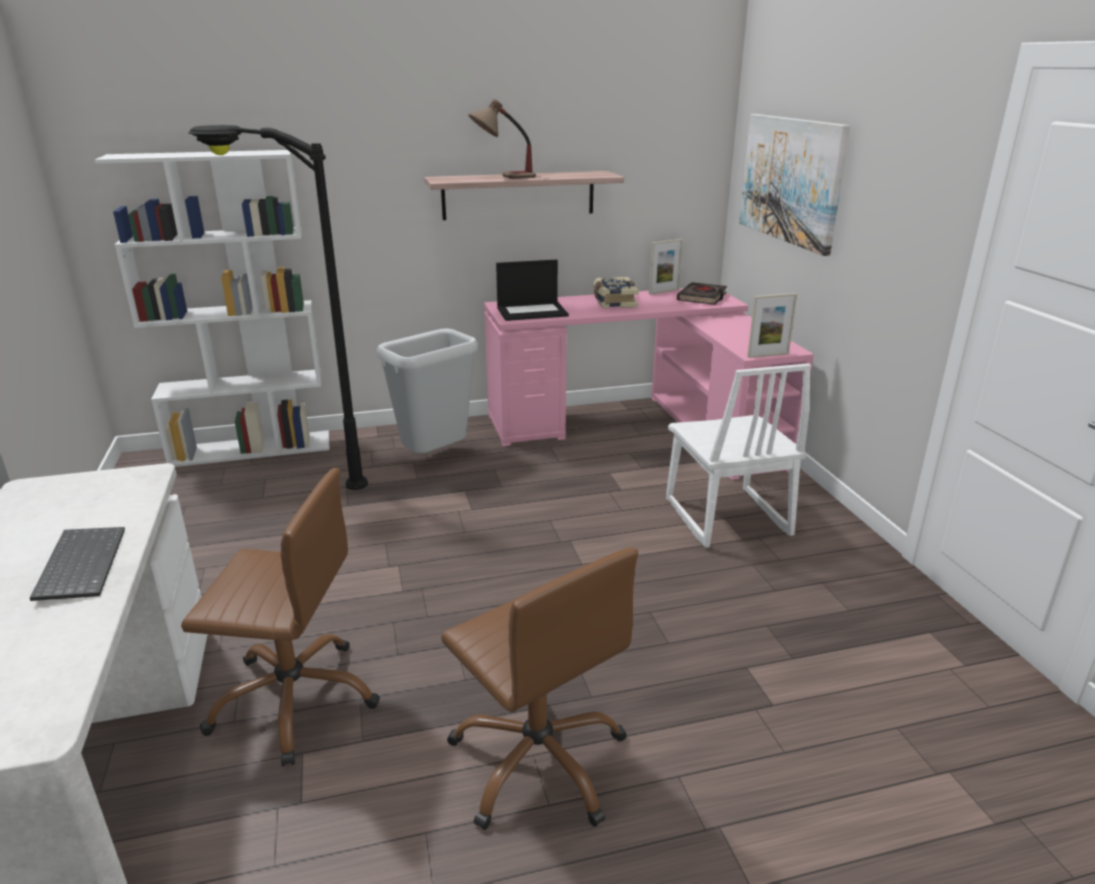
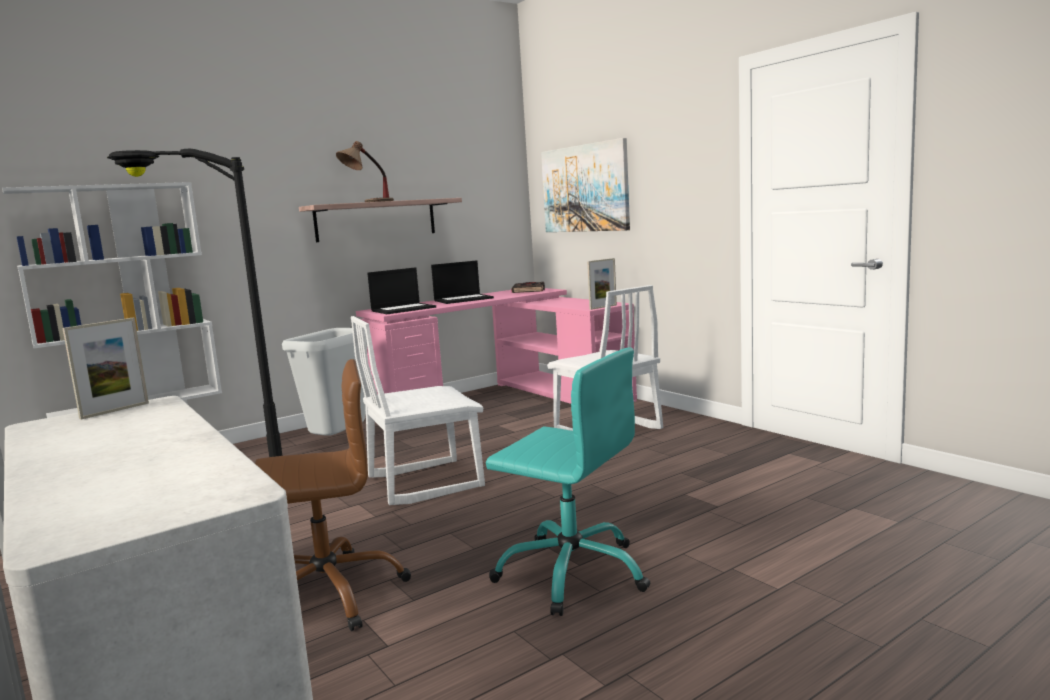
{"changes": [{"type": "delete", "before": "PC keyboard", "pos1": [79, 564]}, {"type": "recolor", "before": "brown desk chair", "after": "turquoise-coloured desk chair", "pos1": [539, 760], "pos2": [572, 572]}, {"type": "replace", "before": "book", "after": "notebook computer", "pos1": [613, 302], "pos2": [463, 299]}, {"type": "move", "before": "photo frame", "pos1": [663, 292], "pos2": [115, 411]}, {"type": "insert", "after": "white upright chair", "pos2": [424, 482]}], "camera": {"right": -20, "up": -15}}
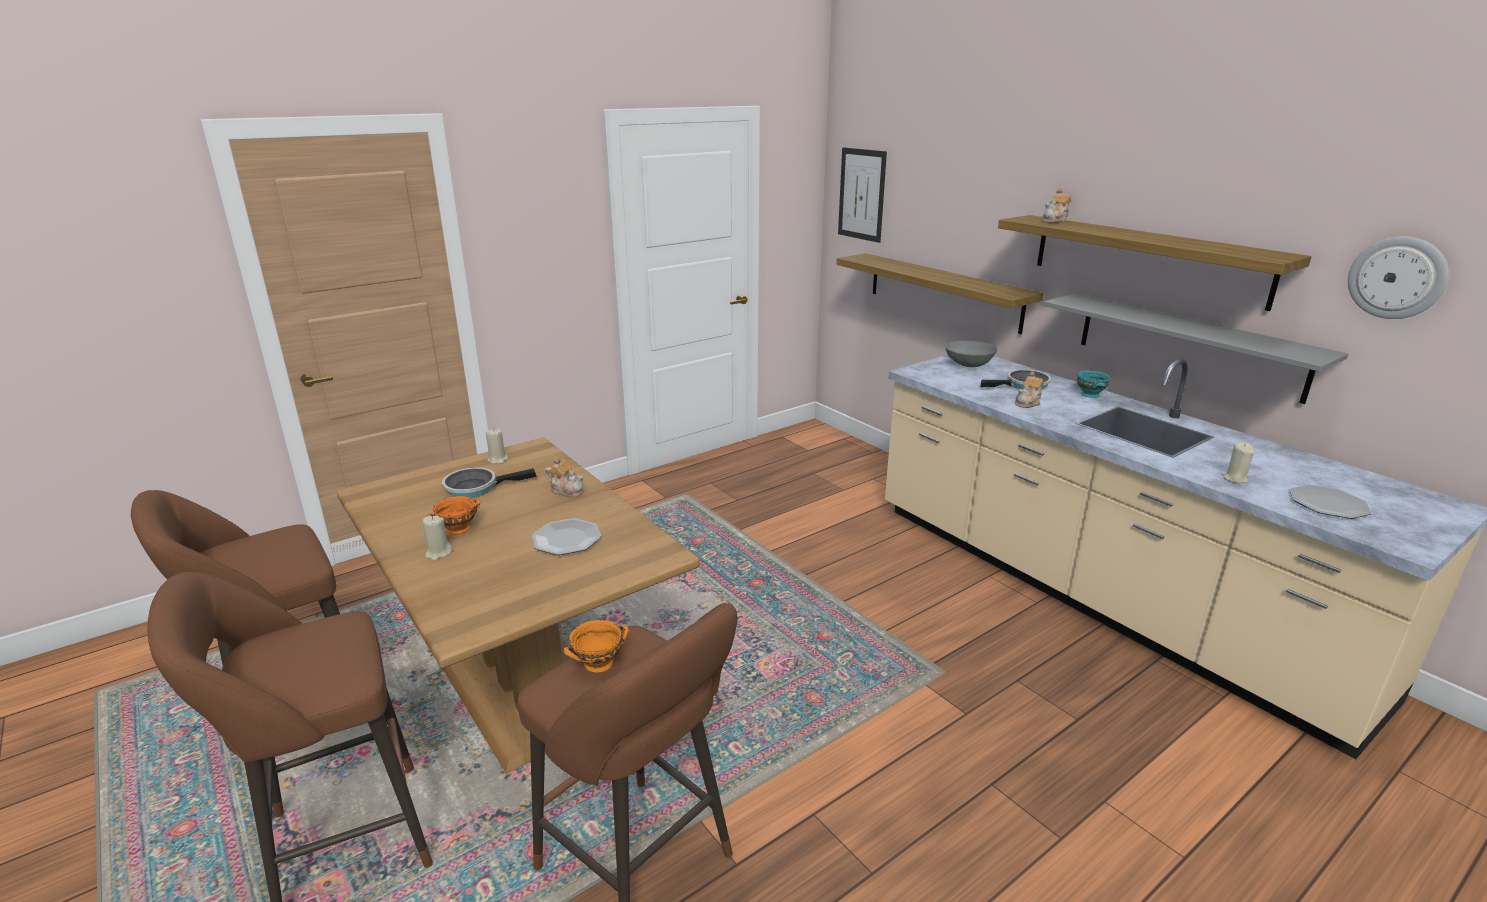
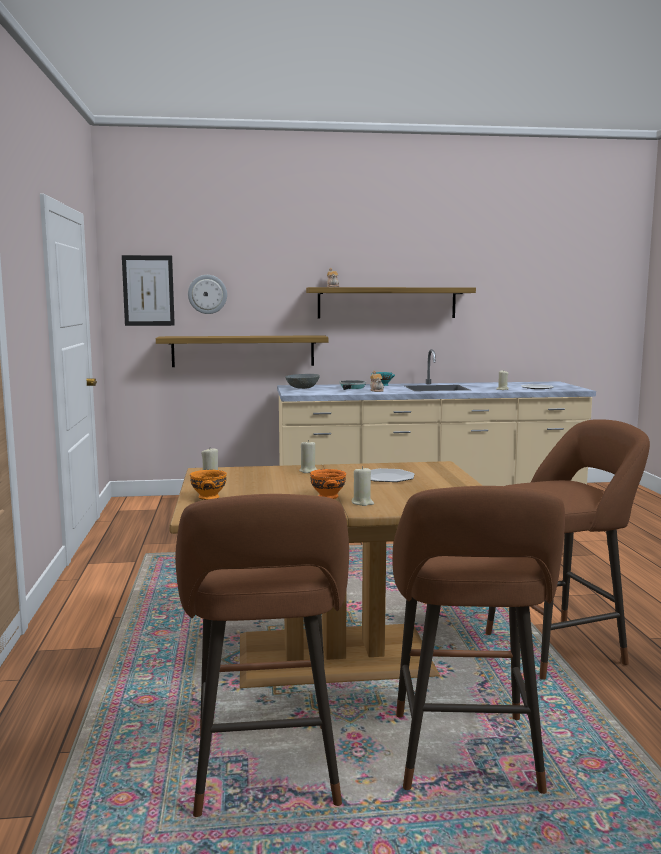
{"changes": [{"type": "delete", "before": "pan", "pos1": [476, 488]}, {"type": "replace", "before": "tea pot", "after": "beige-coloured candle", "pos1": [567, 490], "pos2": [308, 471]}, {"type": "move", "before": "orange deep dish", "pos1": [599, 663], "pos2": [209, 497]}, {"type": "delete", "before": "grey bracket shelf", "pos1": [1188, 345]}, {"type": "move", "before": "hanging clock", "pos1": [1397, 277], "pos2": [207, 294]}], "camera": {"right": -60, "up": -15}}
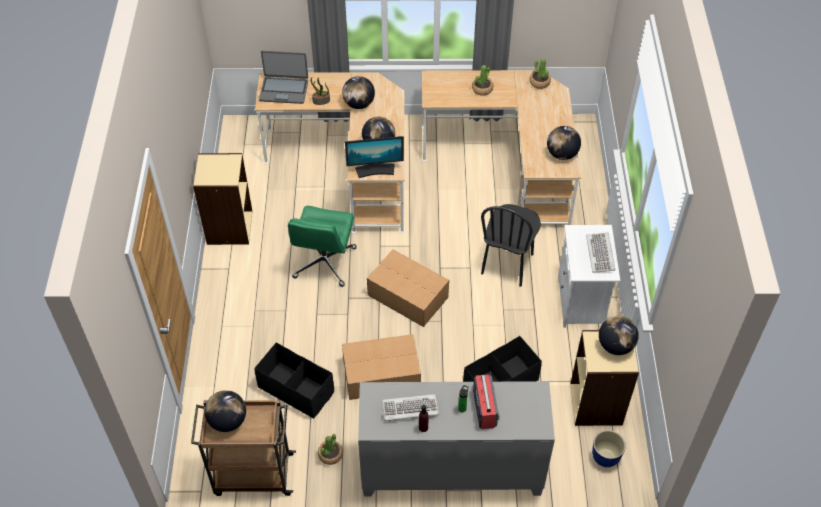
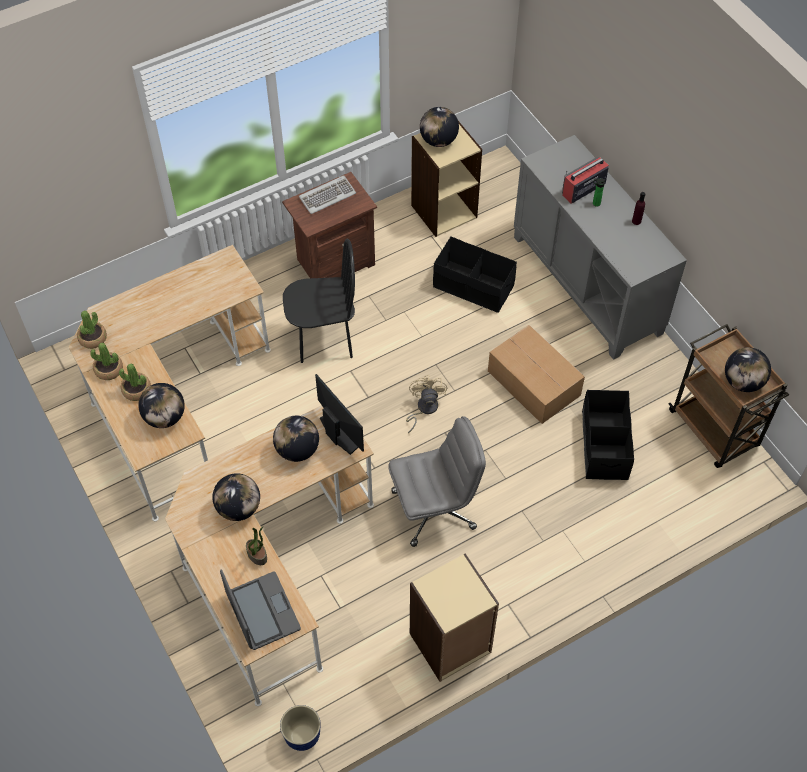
{"changes": [{"type": "recolor", "before": "green desk chair", "after": "grey desk chair", "pos1": [324, 263], "pos2": [434, 509]}, {"type": "move", "before": "potted plant", "pos1": [330, 454], "pos2": [109, 369]}, {"type": "replace", "before": "cardboard box", "after": "beige-coloured cooling fan", "pos1": [407, 295], "pos2": [424, 409]}, {"type": "delete", "before": "PC keyboard", "pos1": [410, 409]}, {"type": "move", "before": "world globe", "pos1": [562, 154], "pos2": [165, 417]}, {"type": "recolor", "before": "white night table", "after": "brown night table", "pos1": [581, 302], "pos2": [334, 262]}, {"type": "move", "before": "plant pot", "pos1": [605, 458], "pos2": [303, 735]}], "camera": {"right": -120, "up": 5}}
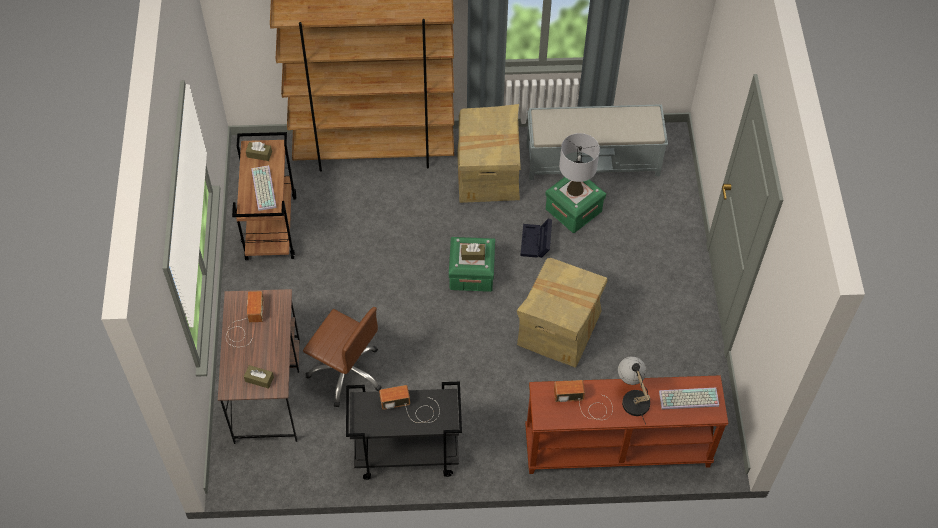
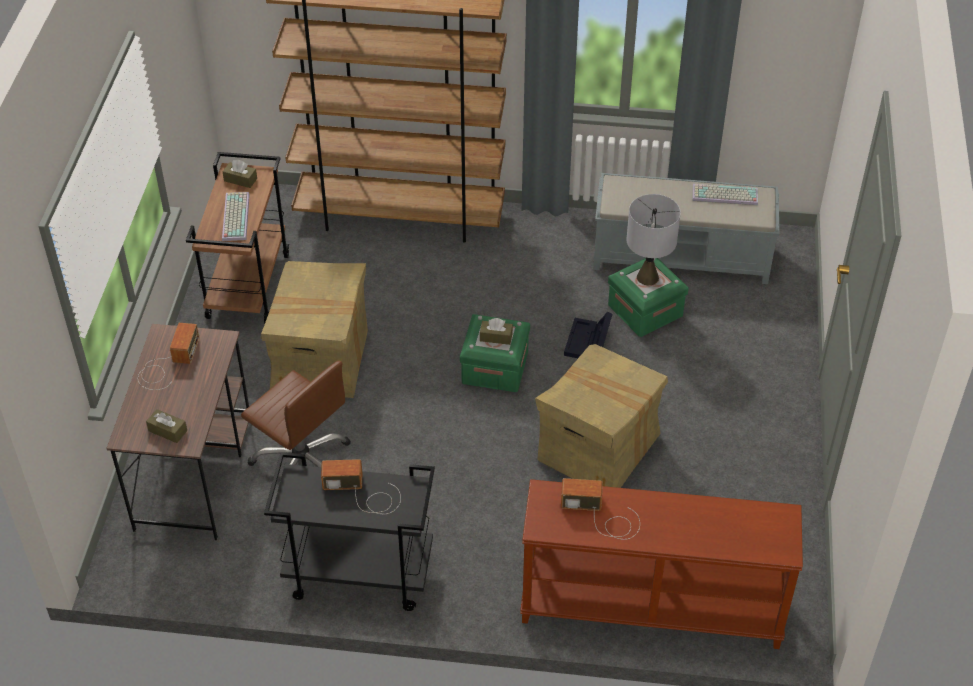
{"changes": [{"type": "move", "before": "cardboard box", "pos1": [488, 174], "pos2": [320, 360]}, {"type": "delete", "before": "lamp for a table", "pos1": [632, 396]}, {"type": "move", "before": "PC keyboard", "pos1": [688, 399], "pos2": [724, 196]}], "camera": {"right": 10, "up": -10}}
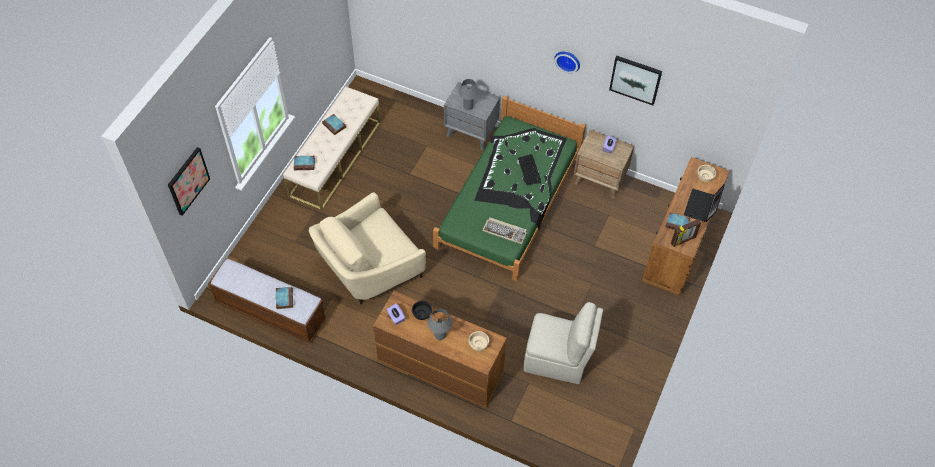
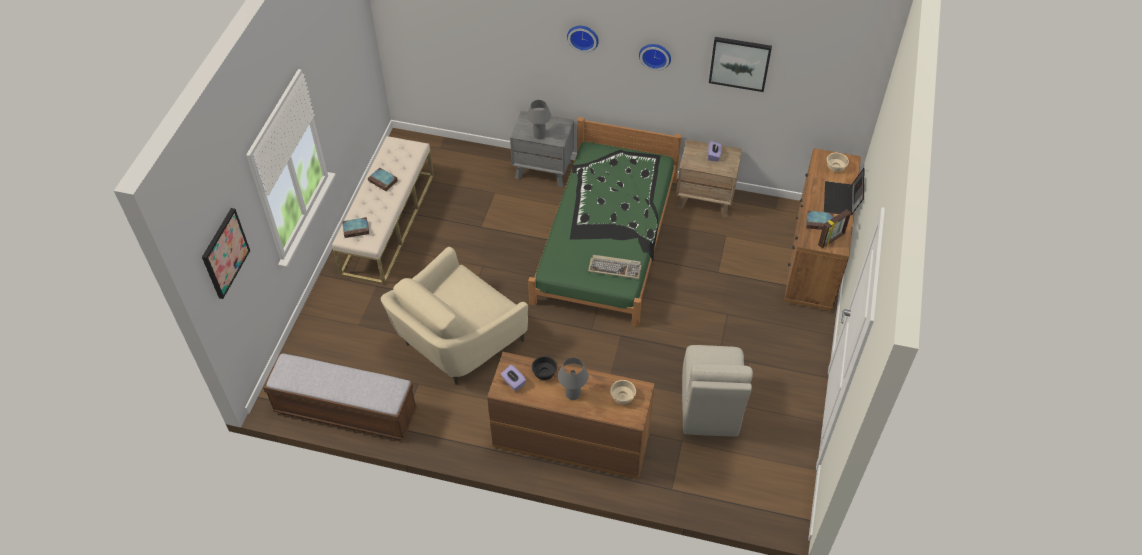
{"changes": [{"type": "delete", "before": "book", "pos1": [284, 298]}, {"type": "delete", "before": "PC keyboard", "pos1": [529, 170]}, {"type": "rotate", "before": "beige-coloured upright chair", "pos1": [557, 359], "pos2": [709, 407], "turn": 90}, {"type": "insert", "after": "hanging clock", "pos2": [583, 37]}], "camera": {"right": -10, "up": -5}}
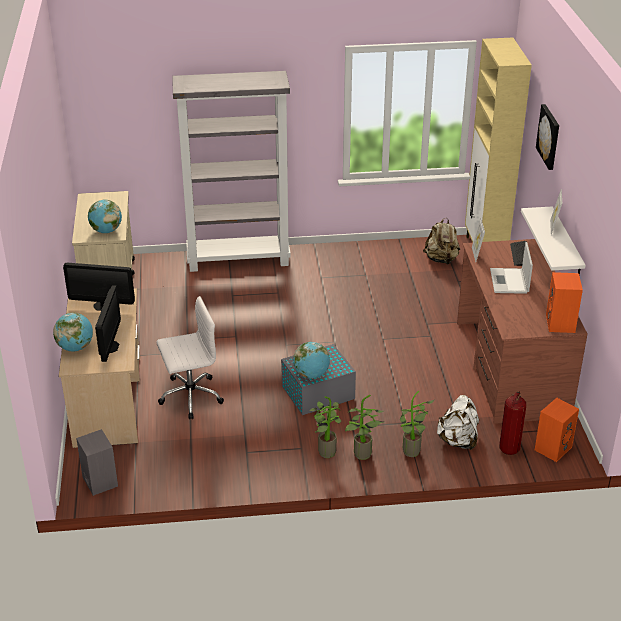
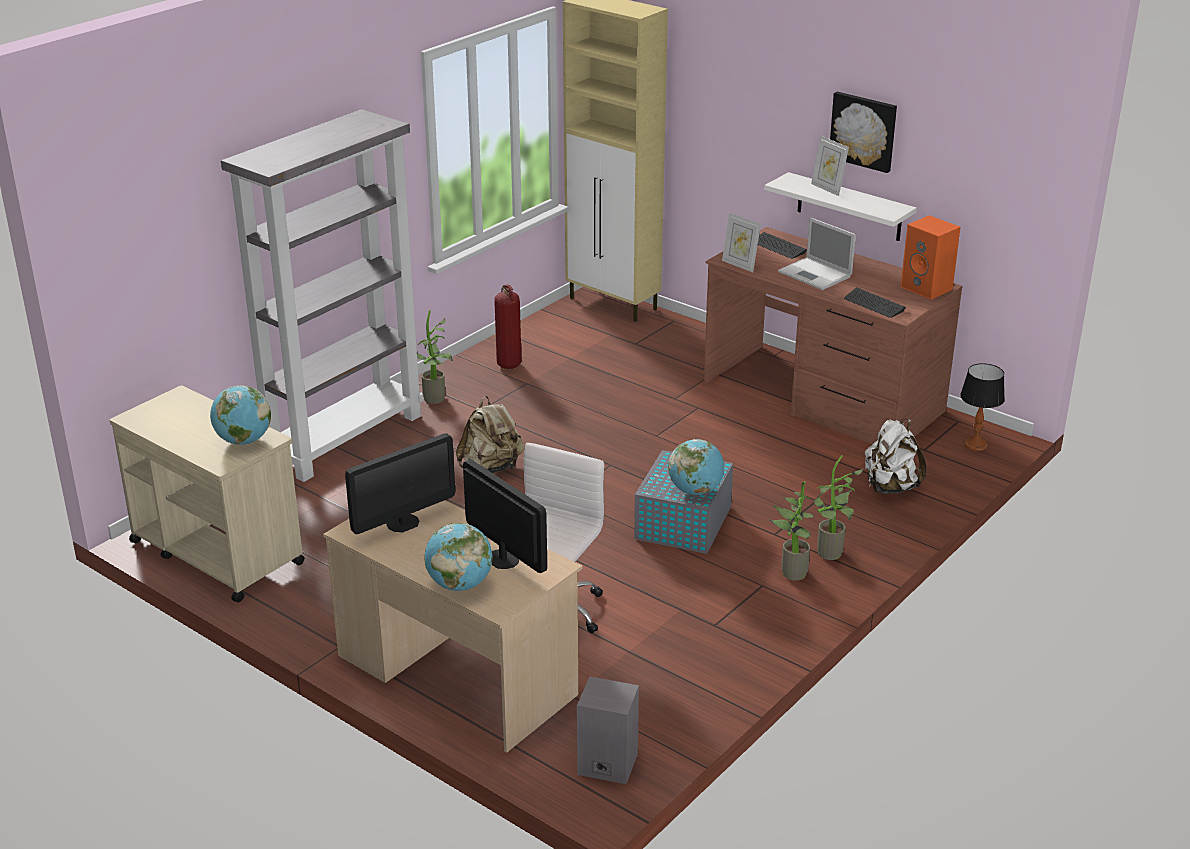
{"changes": [{"type": "move", "before": "potted plant", "pos1": [412, 453], "pos2": [437, 399]}, {"type": "move", "before": "beige-coloured backpack", "pos1": [441, 259], "pos2": [491, 467]}, {"type": "move", "before": "fire-fighting cylinder", "pos1": [509, 448], "pos2": [507, 364]}, {"type": "replace", "before": "orange speaker", "after": "lamp for a table", "pos1": [553, 448], "pos2": [975, 445]}, {"type": "move", "before": "wall art", "pos1": [549, 136], "pos2": [864, 131]}, {"type": "insert", "after": "PC keyboard", "pos2": [874, 304]}], "camera": {"right": -45, "up": -5}}
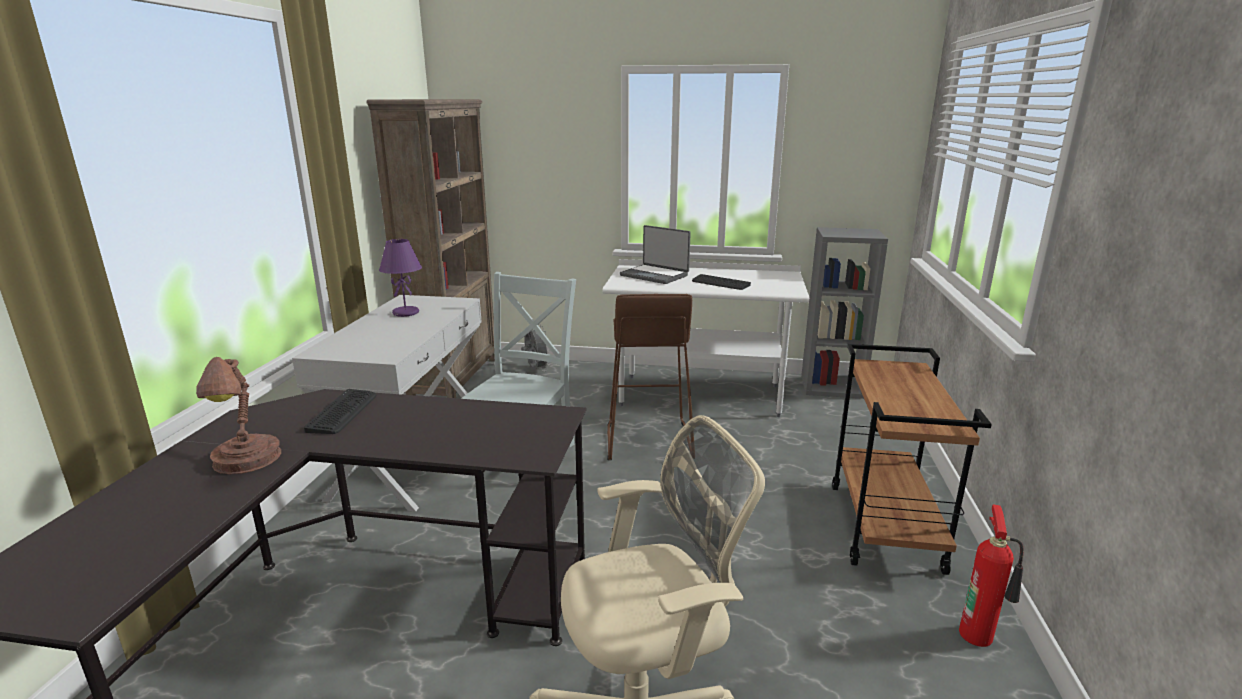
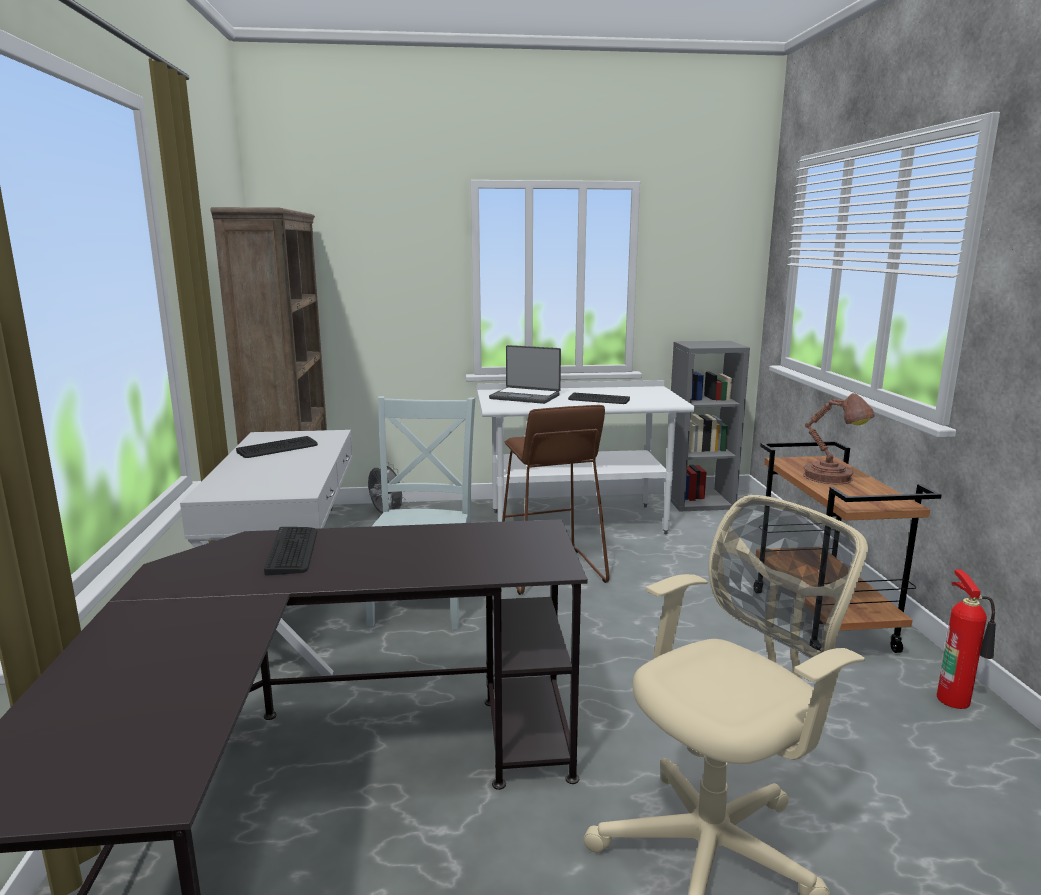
{"changes": [{"type": "move", "before": "brown lamp for a table", "pos1": [246, 461], "pos2": [831, 478]}, {"type": "replace", "before": "purplish lamp for a table", "after": "PC keyboard", "pos1": [406, 313], "pos2": [278, 448]}], "camera": {"right": -15, "up": -5}}
